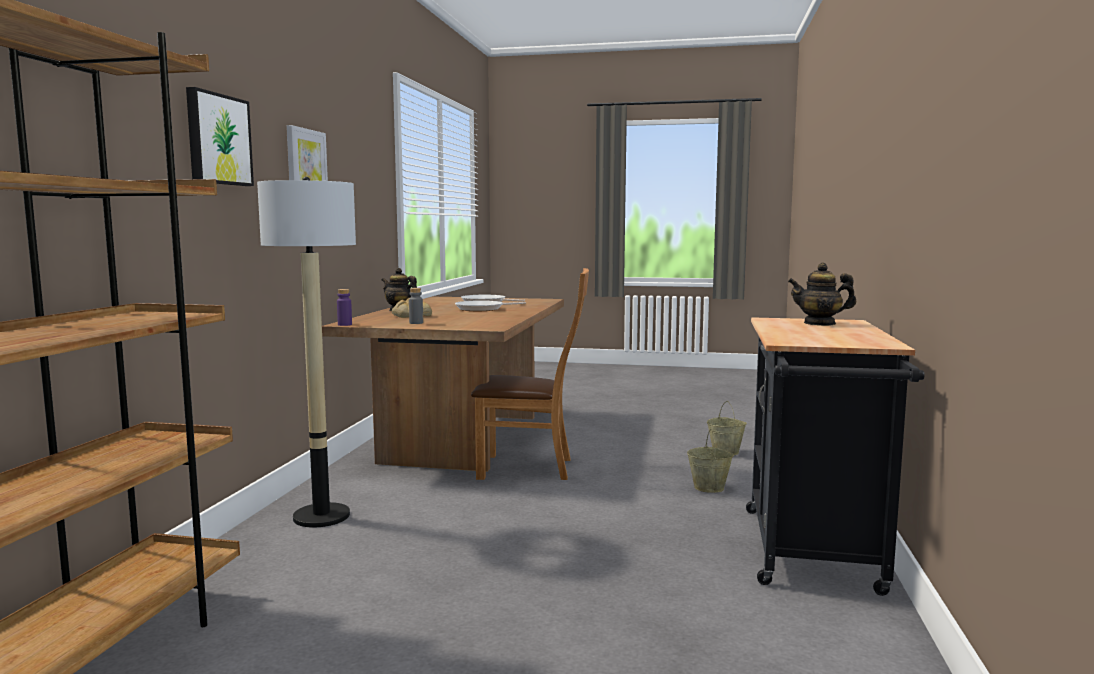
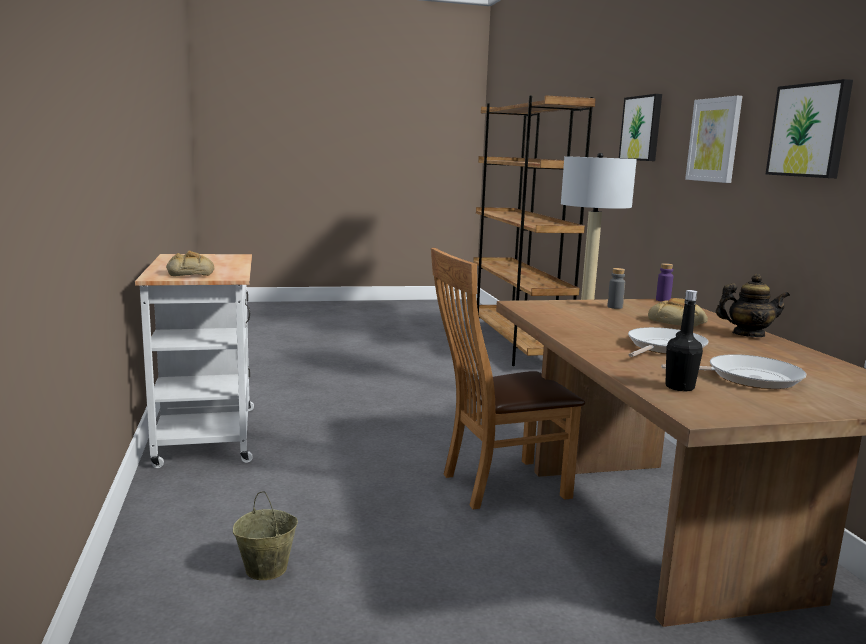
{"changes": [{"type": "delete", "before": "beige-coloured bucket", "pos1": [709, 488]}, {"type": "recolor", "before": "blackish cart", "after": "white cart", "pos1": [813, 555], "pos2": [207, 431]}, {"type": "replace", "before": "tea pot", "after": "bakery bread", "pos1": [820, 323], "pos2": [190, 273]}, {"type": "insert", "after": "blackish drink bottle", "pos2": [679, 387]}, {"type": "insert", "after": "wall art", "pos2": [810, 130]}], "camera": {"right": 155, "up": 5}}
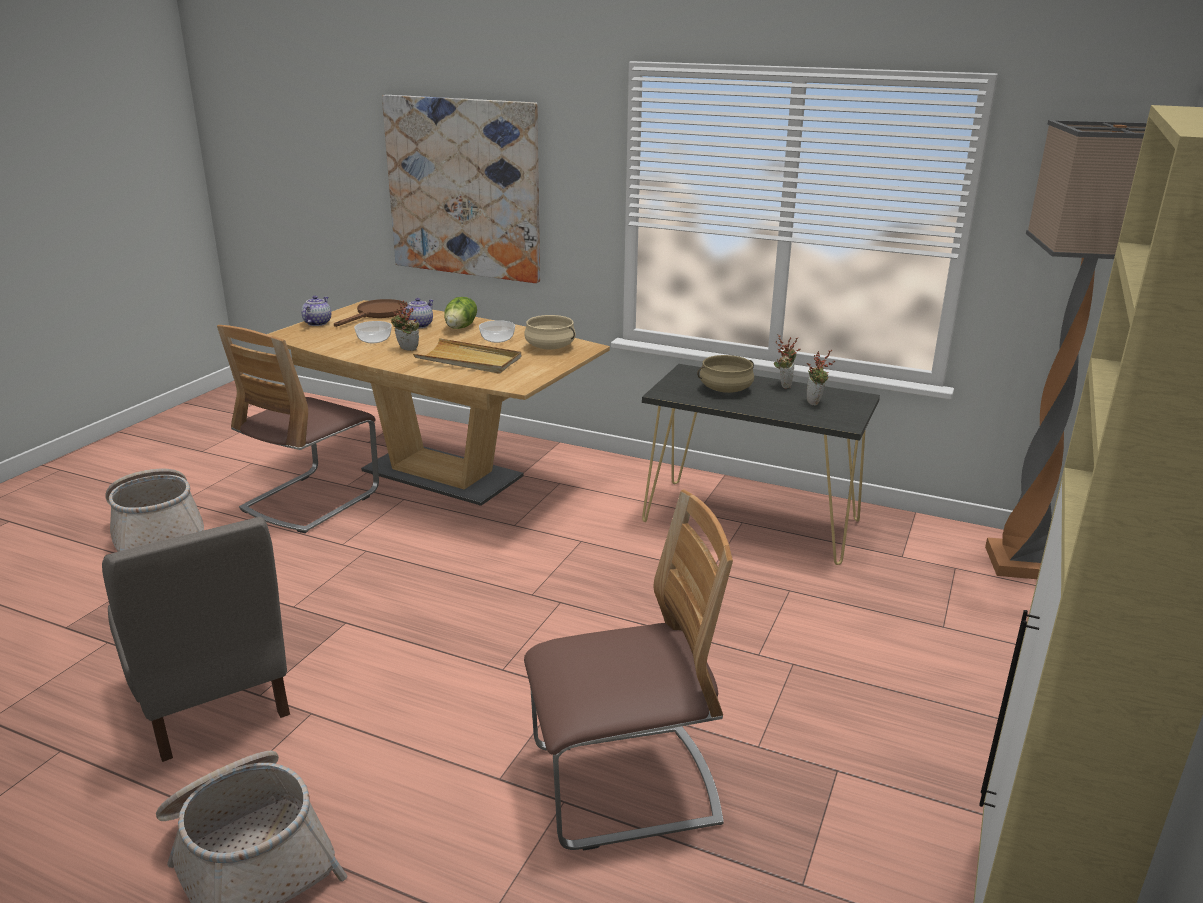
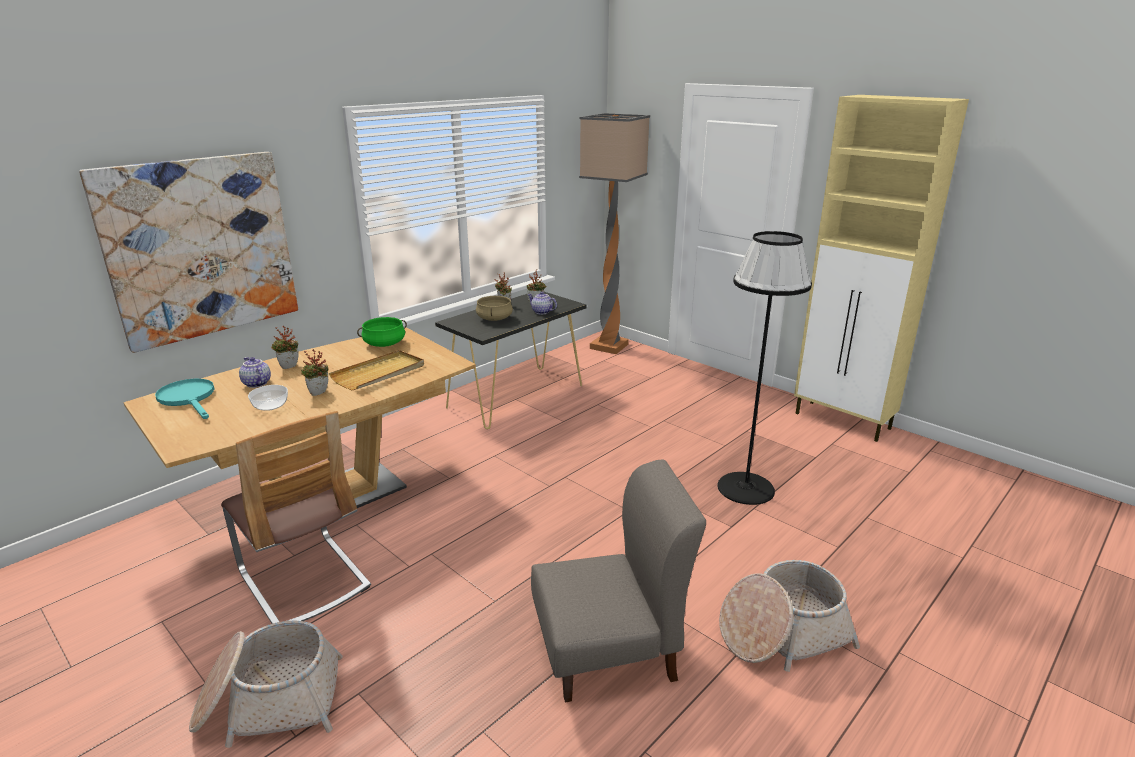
{"changes": [{"type": "move", "before": "tea pot", "pos1": [317, 323], "pos2": [541, 312]}, {"type": "recolor", "before": "brown pan", "after": "turquoise-coloured pan", "pos1": [377, 314], "pos2": [189, 398]}, {"type": "replace", "before": "lettuce", "after": "potted plant", "pos1": [461, 327], "pos2": [289, 368]}, {"type": "delete", "before": "deep dish", "pos1": [497, 339]}, {"type": "recolor", "before": "beige-coloured cooking pot", "after": "green cooking pot", "pos1": [550, 347], "pos2": [384, 343]}, {"type": "replace", "before": "upright chair", "after": "blackish floor lamp", "pos1": [624, 786], "pos2": [746, 488]}], "camera": {"right": -70, "up": 0}}
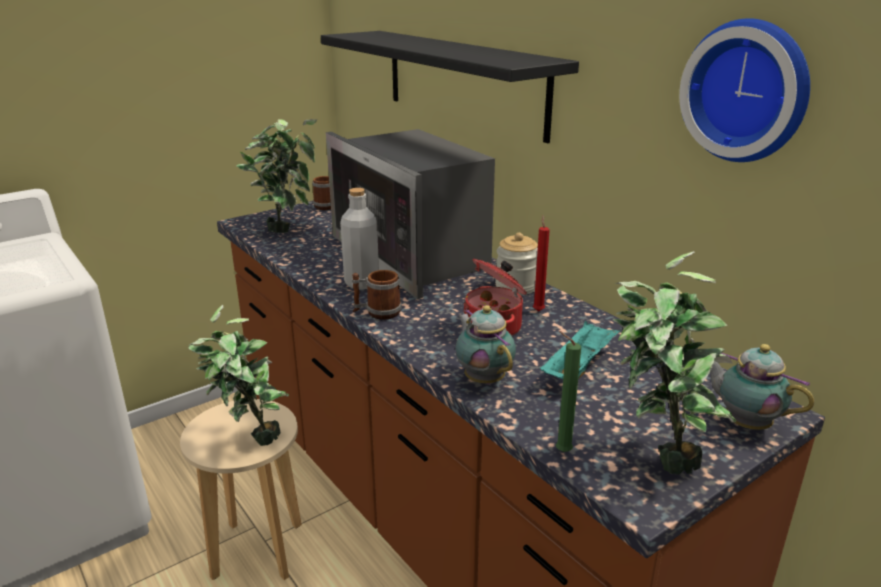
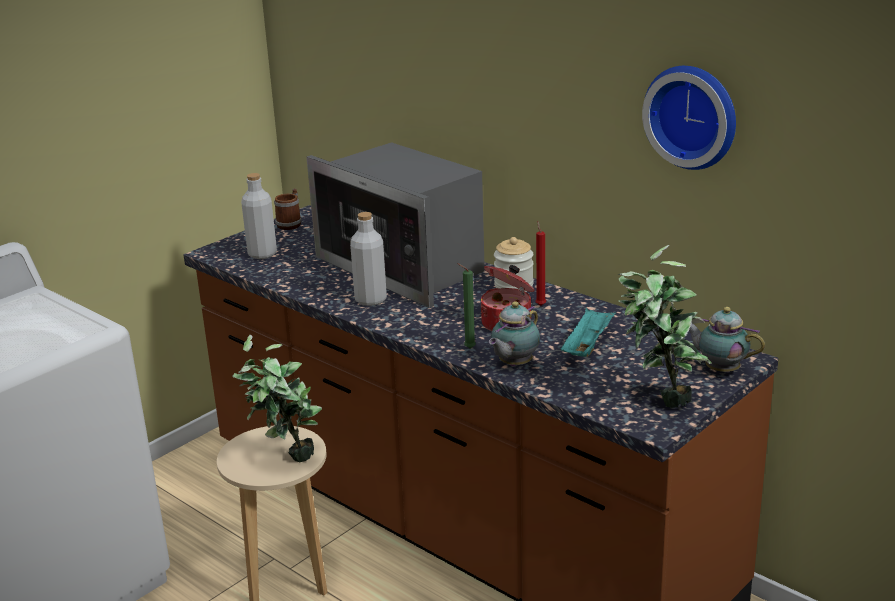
{"changes": [{"type": "replace", "before": "potted plant", "after": "grey drink bottle", "pos1": [286, 228], "pos2": [262, 254]}, {"type": "delete", "before": "blackish bracket shelf", "pos1": [463, 82]}, {"type": "delete", "before": "tea mug", "pos1": [377, 312]}, {"type": "rotate", "before": "tea pot", "pos1": [483, 378], "pos2": [513, 364], "turn": -105}, {"type": "move", "before": "green candle", "pos1": [560, 451], "pos2": [468, 348]}], "camera": {"right": -10, "up": 0}}
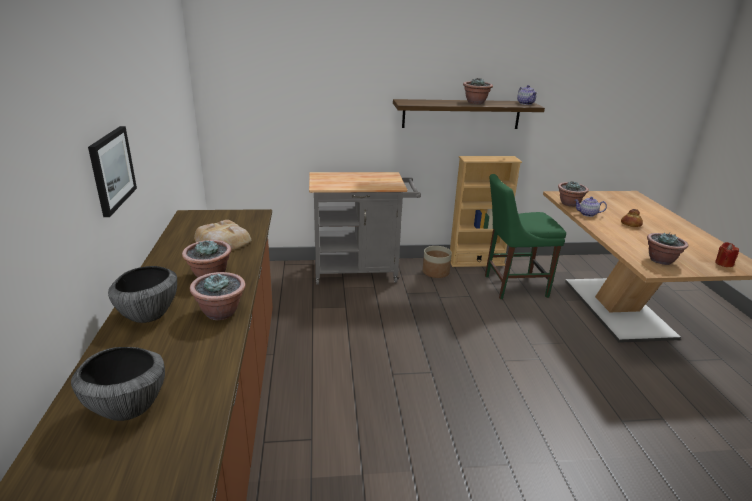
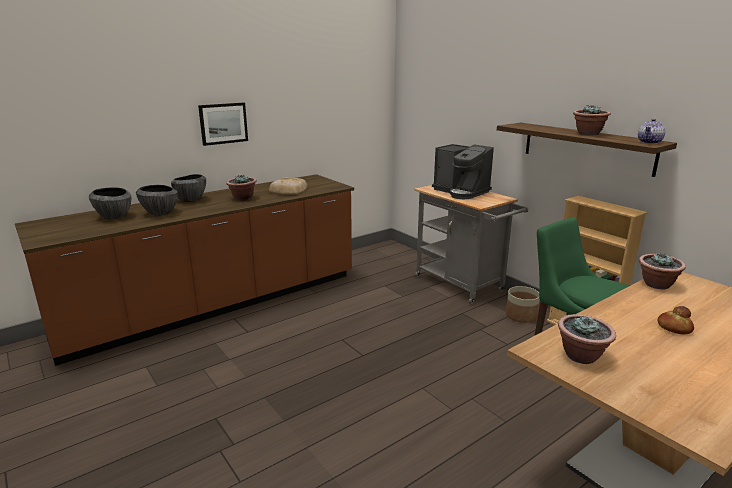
{"changes": [{"type": "delete", "before": "potted plant", "pos1": [221, 312]}, {"type": "delete", "before": "tea pot", "pos1": [587, 214]}, {"type": "delete", "before": "red candle", "pos1": [723, 263]}, {"type": "insert", "after": "deep dish", "pos2": [160, 213]}, {"type": "insert", "after": "coffee machine", "pos2": [461, 192]}], "camera": {"right": 60, "up": -5}}
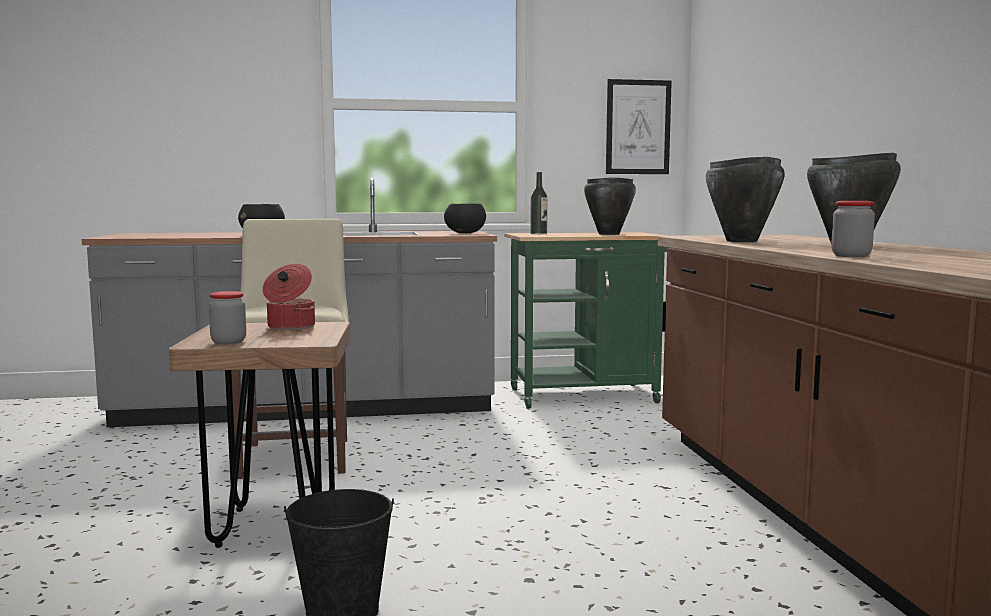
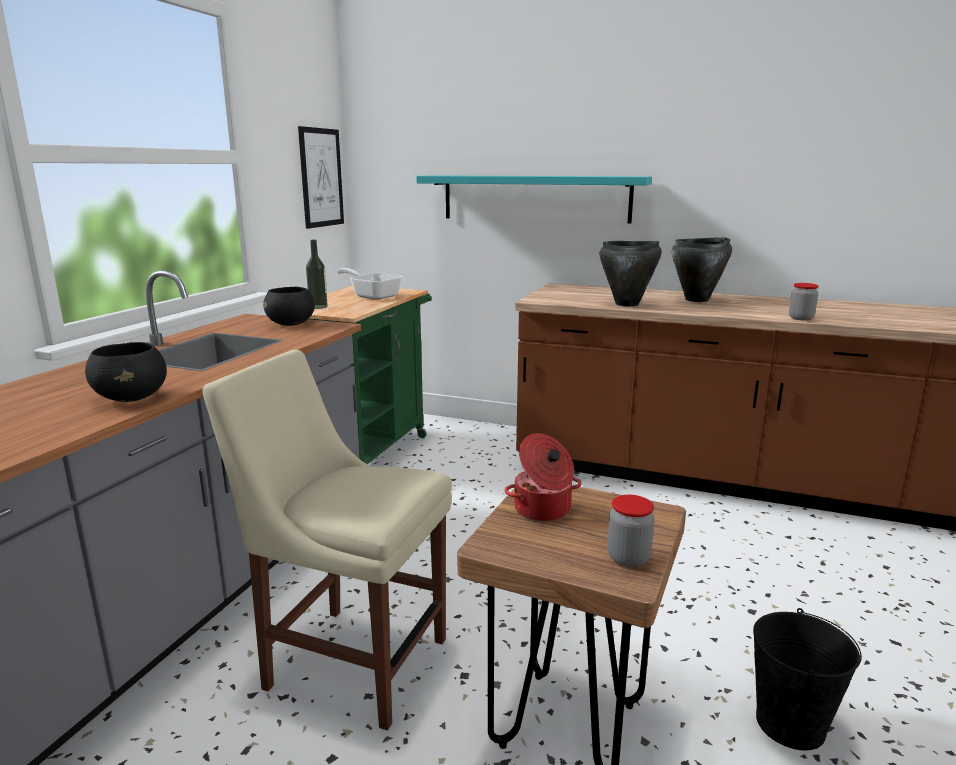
{"changes": [{"type": "replace", "before": "blackish cooking pot", "after": "pan", "pos1": [609, 234], "pos2": [372, 296]}, {"type": "insert", "after": "turquoise-coloured bracket shelf", "pos2": [535, 198]}], "camera": {"right": -60, "up": 10}}
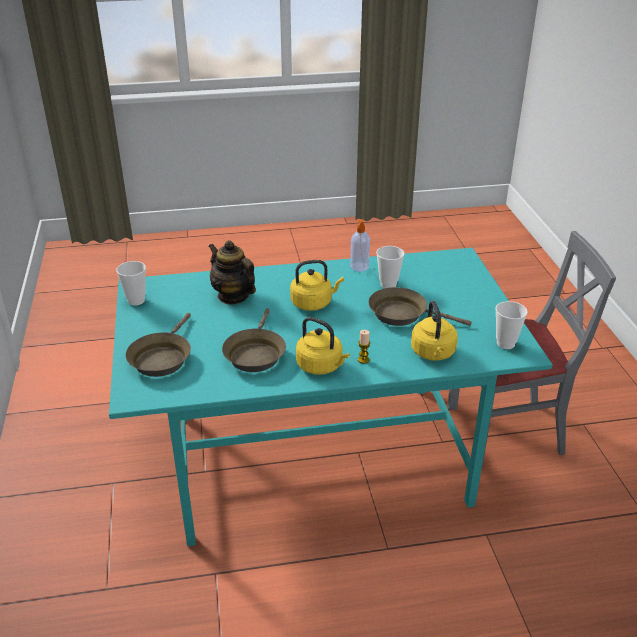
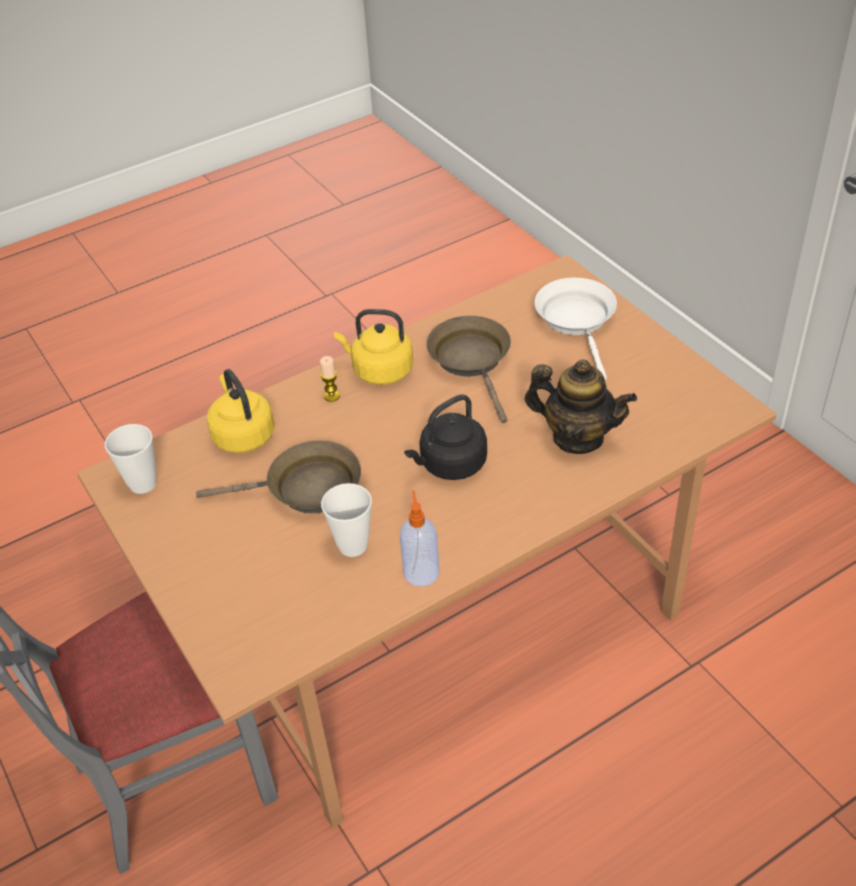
{"changes": [{"type": "recolor", "before": "turquoise-coloured kitchen table", "after": "brown kitchen table", "pos1": [316, 459], "pos2": [441, 618]}, {"type": "delete", "before": "drinking cup", "pos1": [136, 301]}, {"type": "recolor", "before": "brown pan", "after": "white pan", "pos1": [162, 358], "pos2": [577, 321]}, {"type": "recolor", "before": "yellowish tea kettle", "after": "blackish tea kettle", "pos1": [313, 303], "pos2": [450, 465]}], "camera": {"right": 160, "up": 10}}
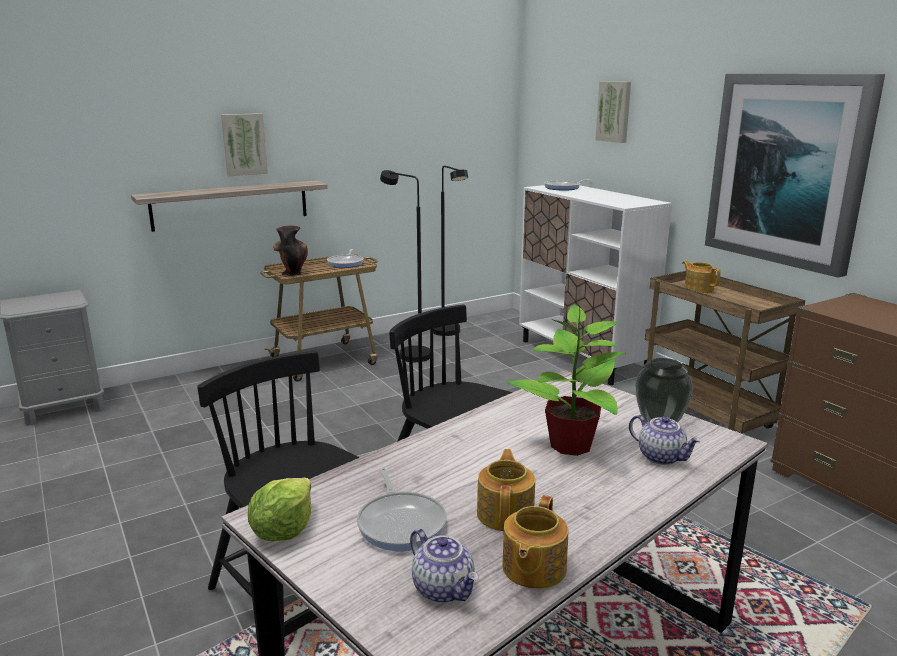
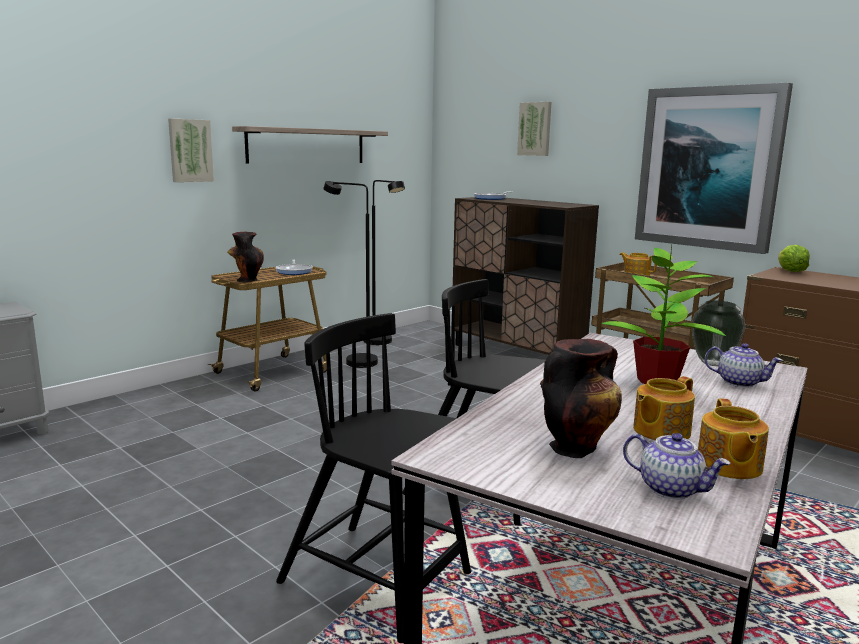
{"changes": [{"type": "move", "before": "bracket shelf", "pos1": [231, 205], "pos2": [307, 146]}, {"type": "move", "before": "lettuce", "pos1": [283, 530], "pos2": [790, 271]}, {"type": "replace", "before": "pan", "after": "vase", "pos1": [401, 523], "pos2": [575, 447]}, {"type": "rotate", "before": "tea pot", "pos1": [506, 513], "pos2": [660, 431], "turn": -120}, {"type": "recolor", "before": "white cupboard", "after": "brown cupboard", "pos1": [582, 357], "pos2": [516, 353]}], "camera": {"right": -15, "up": -5}}
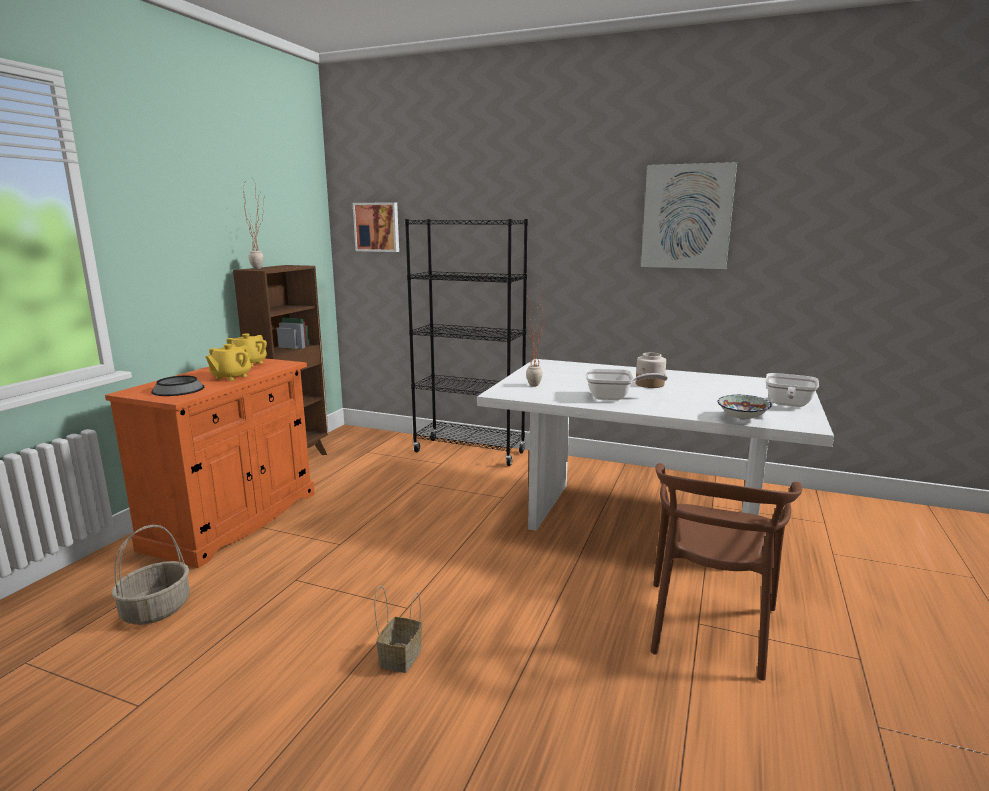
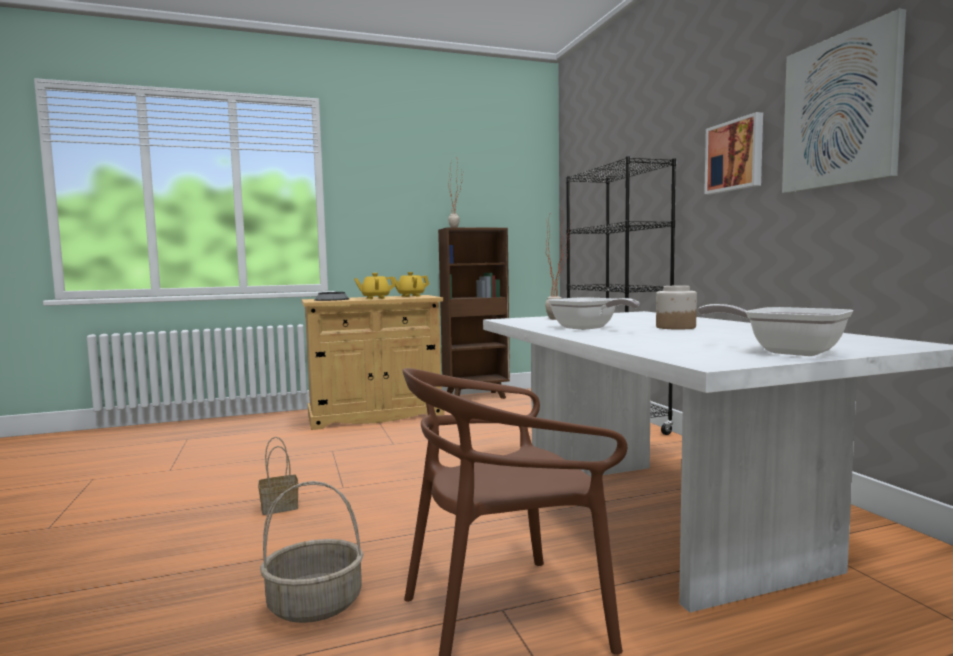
{"changes": [{"type": "recolor", "before": "orange cupboard", "after": "beige-coloured cupboard", "pos1": [233, 520], "pos2": [375, 415]}, {"type": "move", "before": "basket", "pos1": [156, 610], "pos2": [314, 605]}, {"type": "move", "before": "wall art", "pos1": [377, 227], "pos2": [735, 156]}, {"type": "delete", "before": "deep dish", "pos1": [743, 419]}, {"type": "rotate", "before": "pan", "pos1": [787, 405], "pos2": [785, 351], "turn": 60}], "camera": {"right": 50, "up": -10}}
